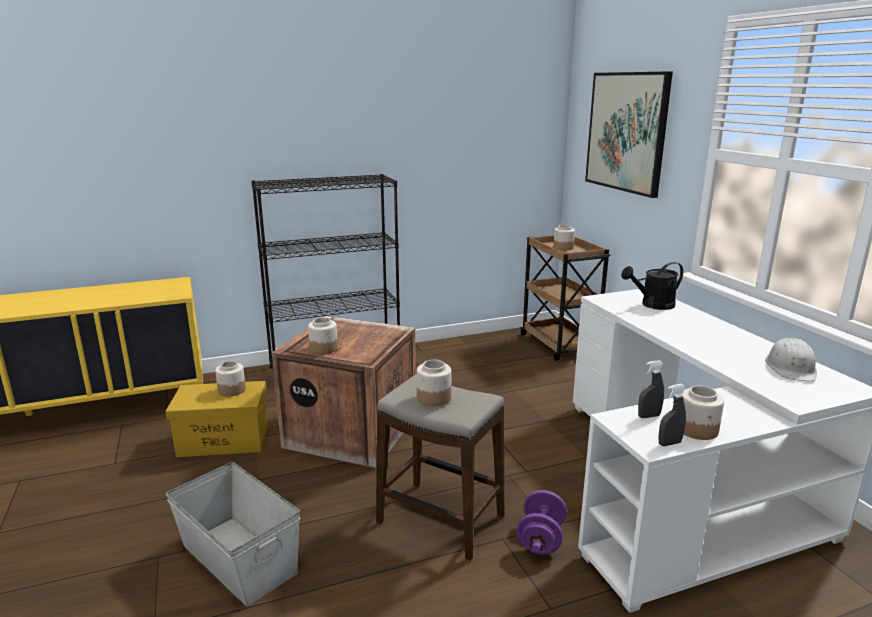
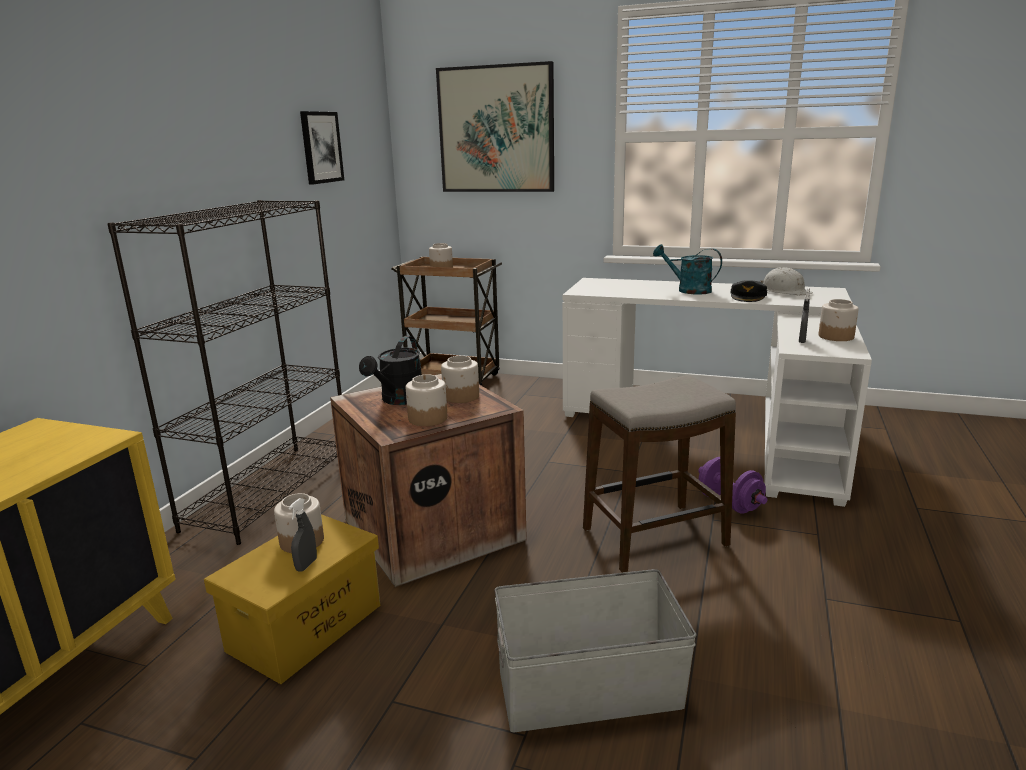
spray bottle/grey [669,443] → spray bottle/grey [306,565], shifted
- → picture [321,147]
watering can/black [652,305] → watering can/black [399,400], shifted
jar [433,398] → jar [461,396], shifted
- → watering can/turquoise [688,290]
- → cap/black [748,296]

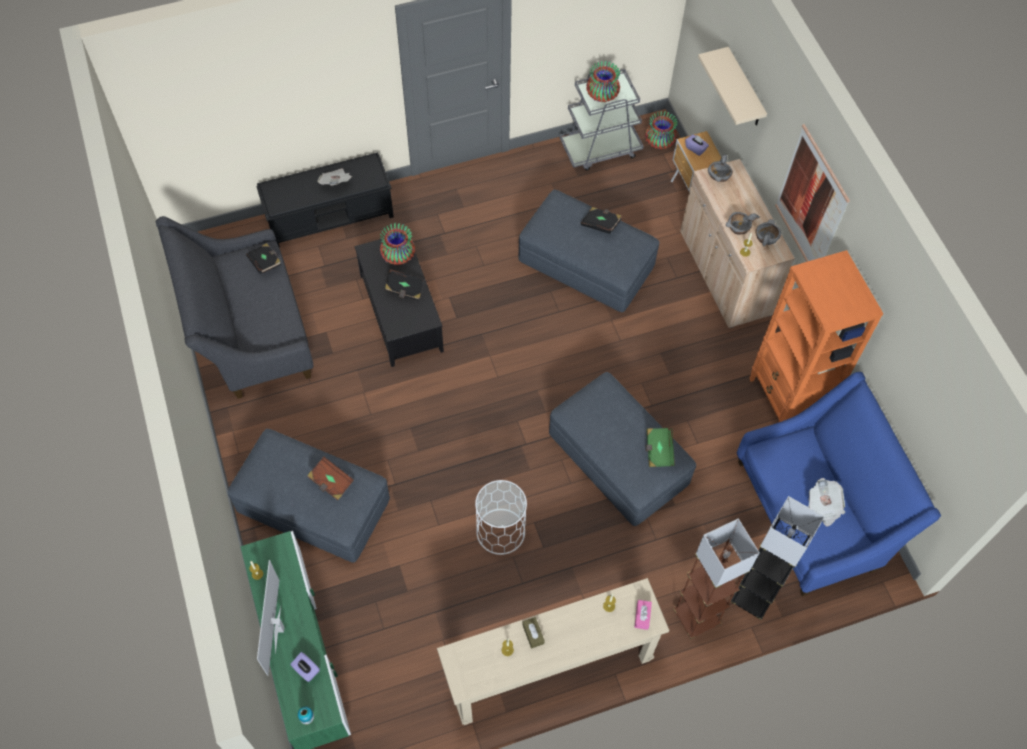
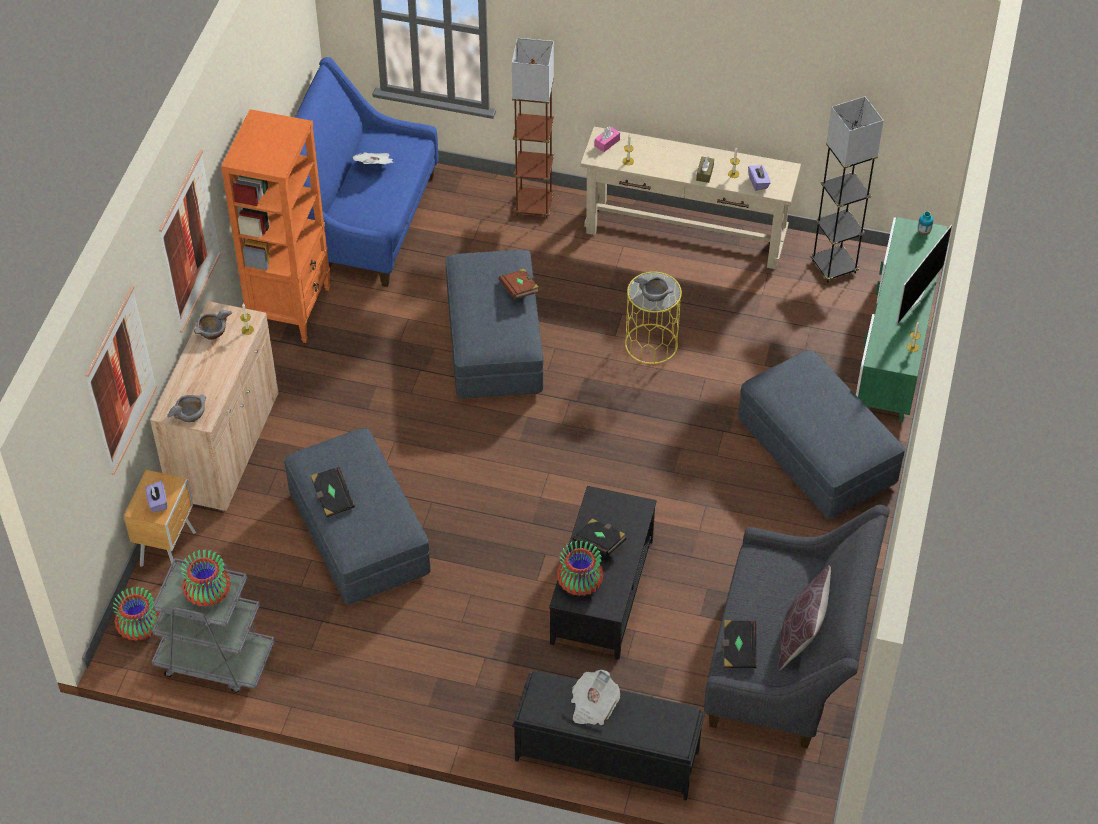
shelf/beige [744,89] → picture [121,380]
book/brown [331,482] → book/brown [520,290], shifted
side table/white [500,531] → side table/yellow [651,344]
bowl/grey [738,227] → bowl/grey [654,294], shifted
tissue box/purple [306,670] → tissue box/purple [758,183], shifted
- → pillow/brown [800,638]
floor lamp/grey [752,598] → floor lamp/grey [834,267], shifted
book/green [658,451] → -

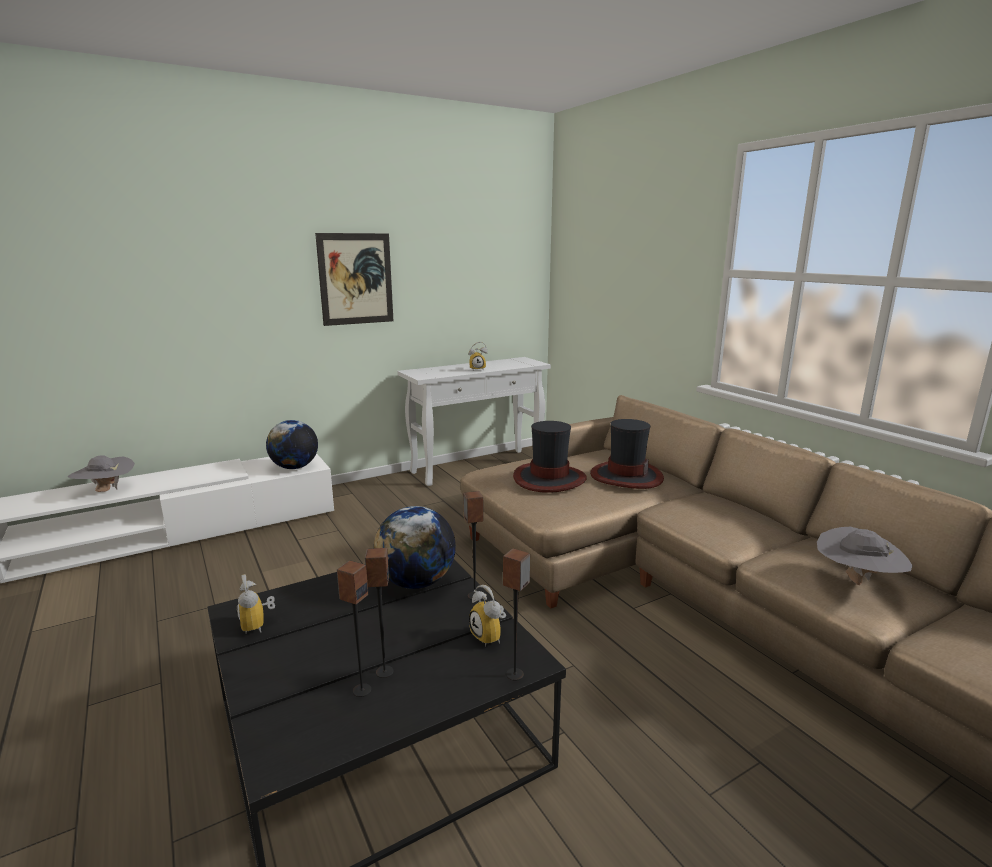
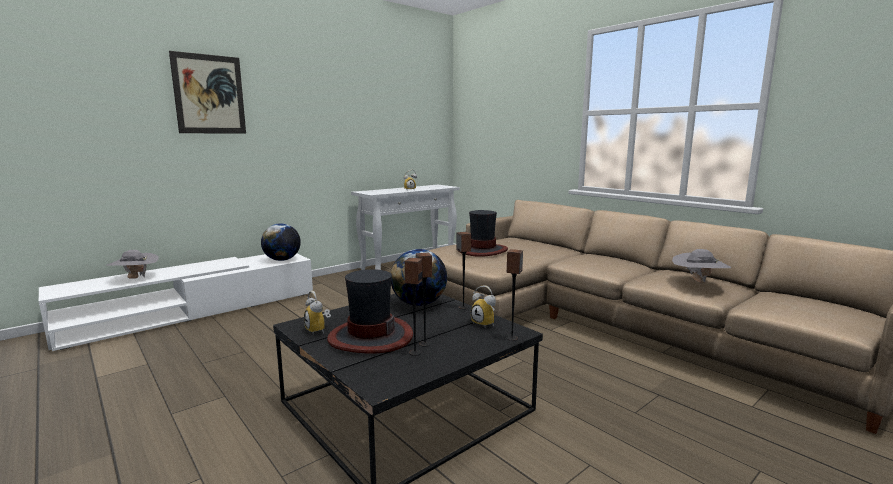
picture [356,279] → picture [209,94], shifted
hat [626,476] → hat [370,337], shifted

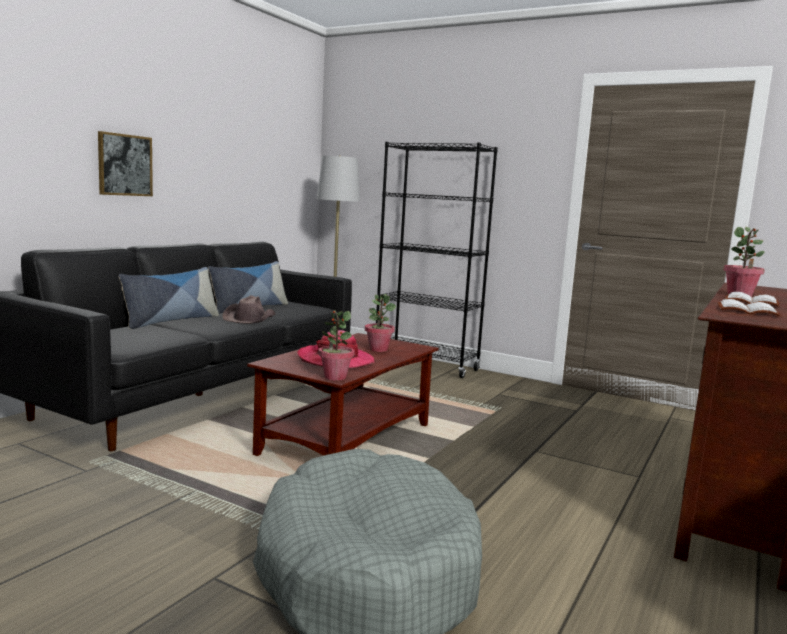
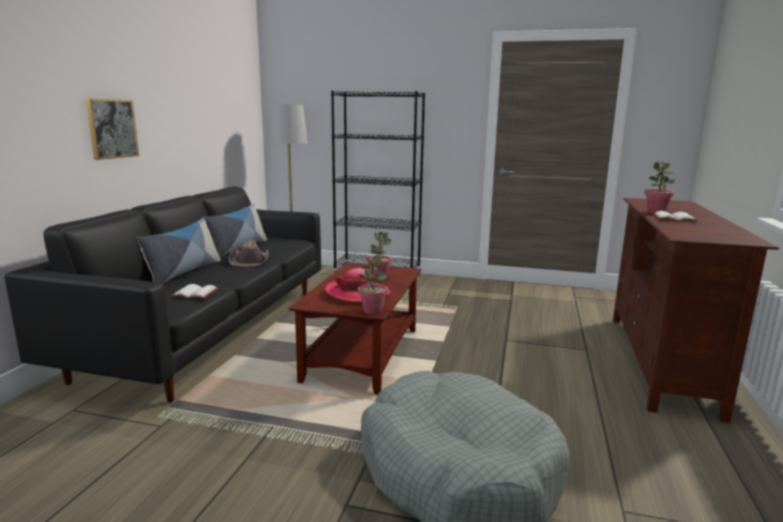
book/white [746,311] → book/white [194,294], shifted

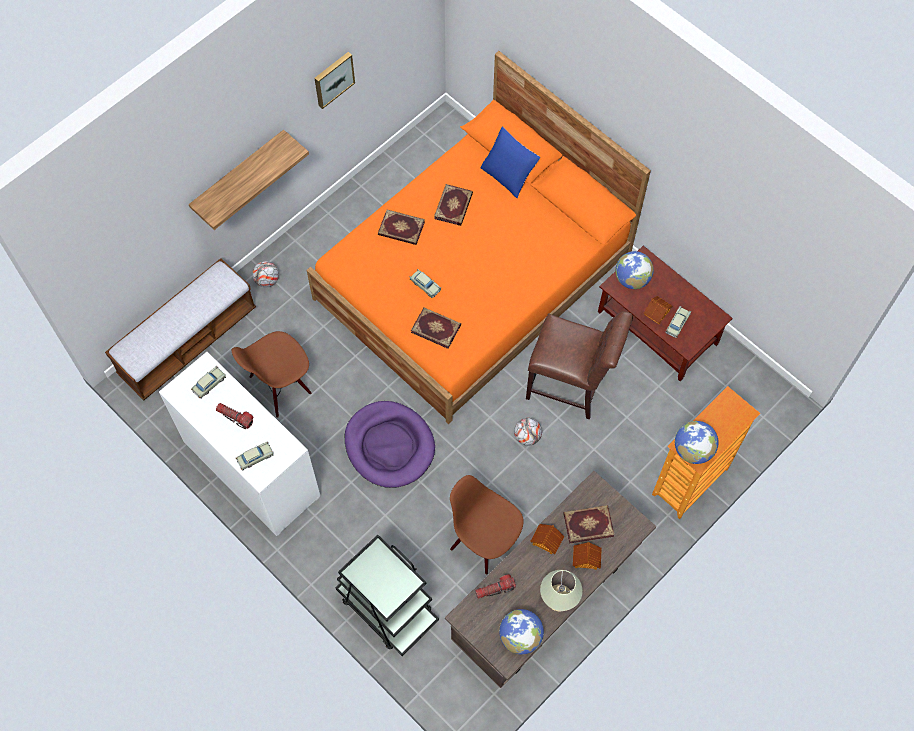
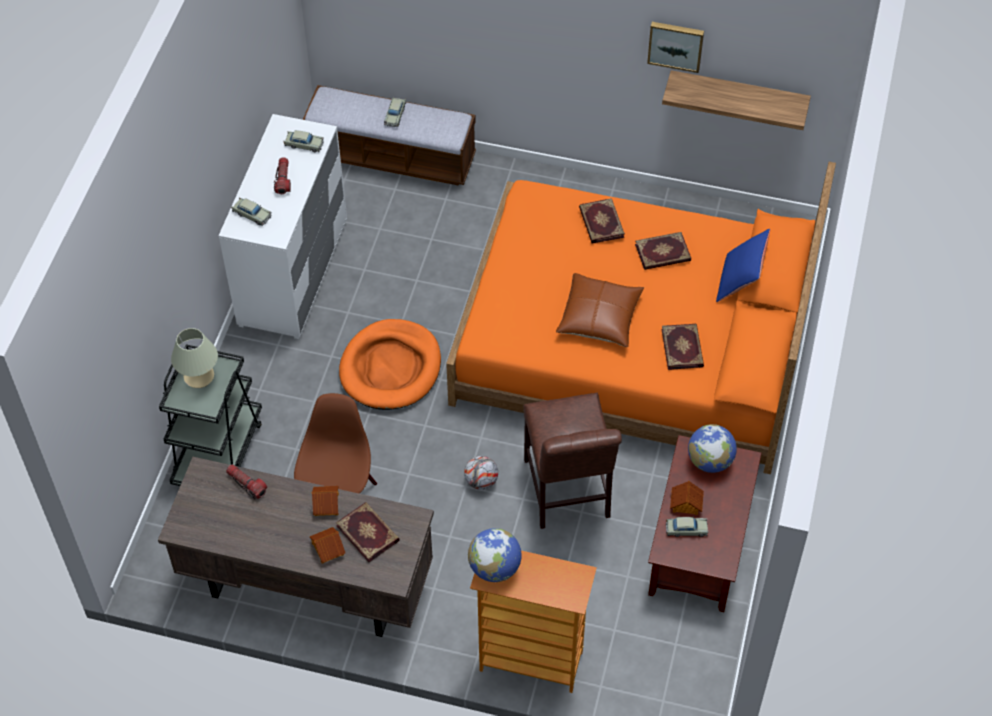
table lamp/beige [558,598] → table lamp/beige [199,376], shifted
dog bed/purple [389,446] → dog bed/orange [391,368]
toy car/beige [425,285] → toy car/beige [395,115], shifted
- → pillow/brown [599,317]
book [436,328] → book [683,348], shifted
shelf [239,175] → shelf [738,95], shifted
chair/brown [280,386] → -
football [267,280] → -
globe [520,637] → -

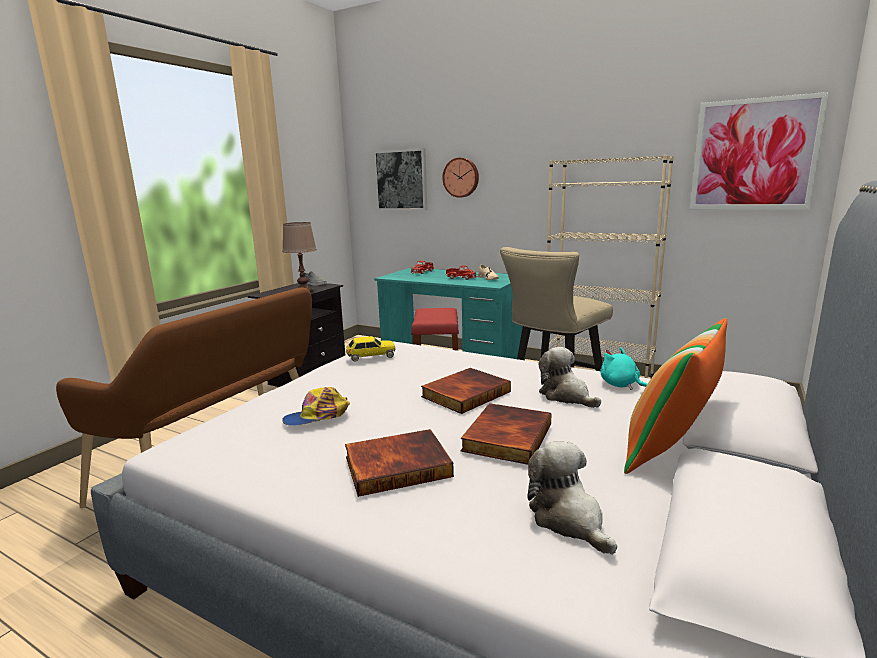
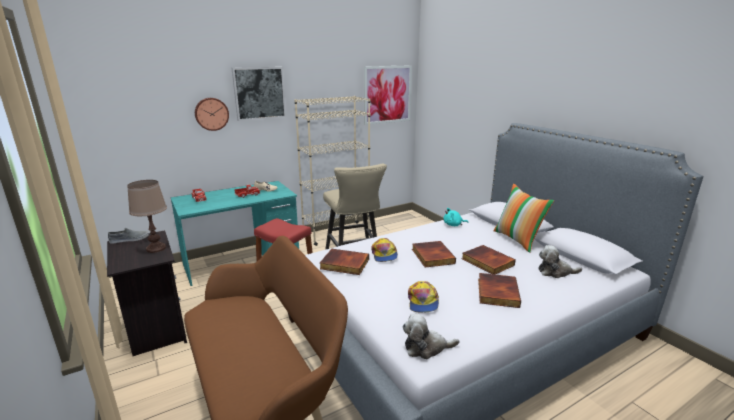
picture [401,180] → picture [259,93], shifted
toy car [371,356] → book [344,264]
- → cap [384,255]
plush toy [566,396] → plush toy [426,347], shifted

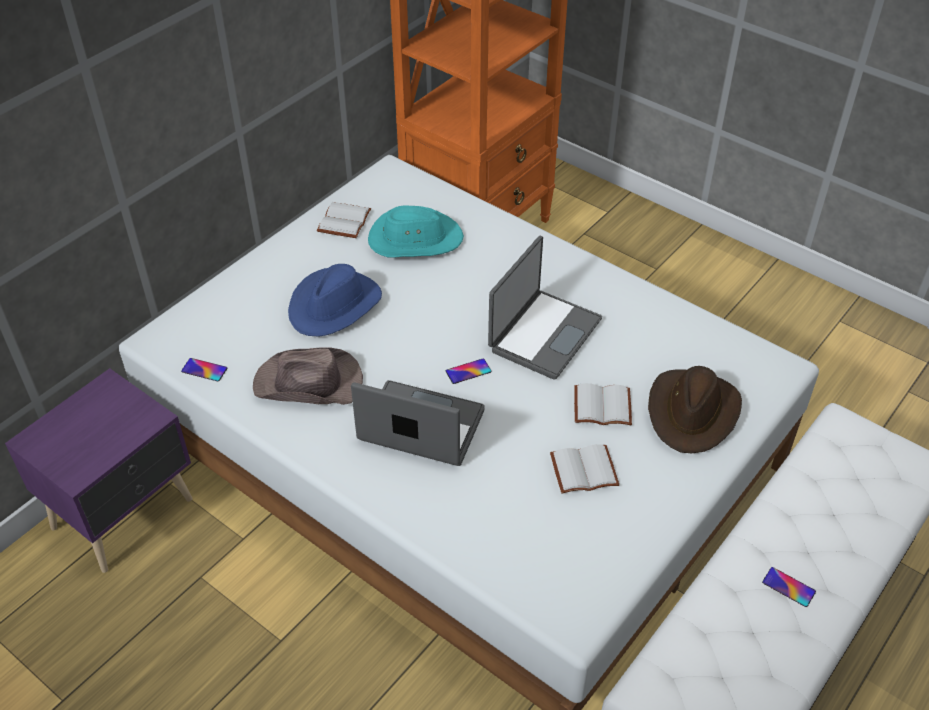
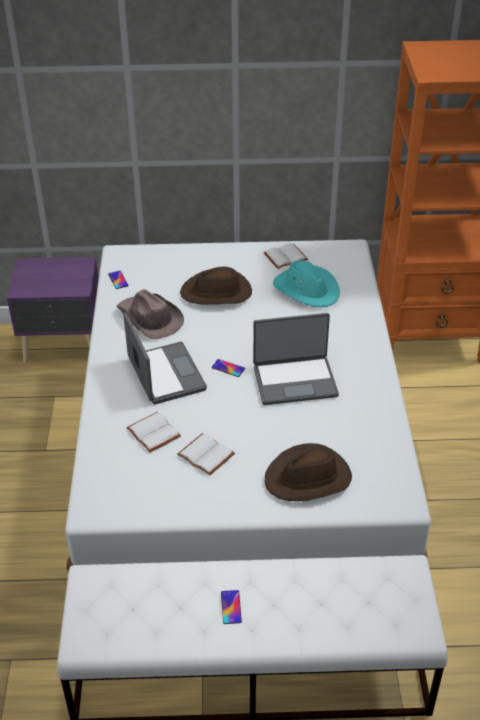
book/white [601,408] → book/white [152,433], shifted
hat/blue [335,305] → hat/brown [217,293]

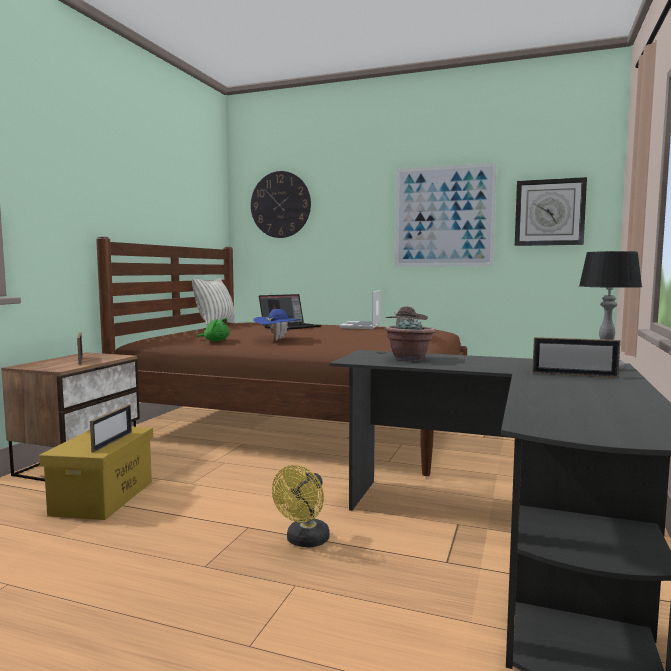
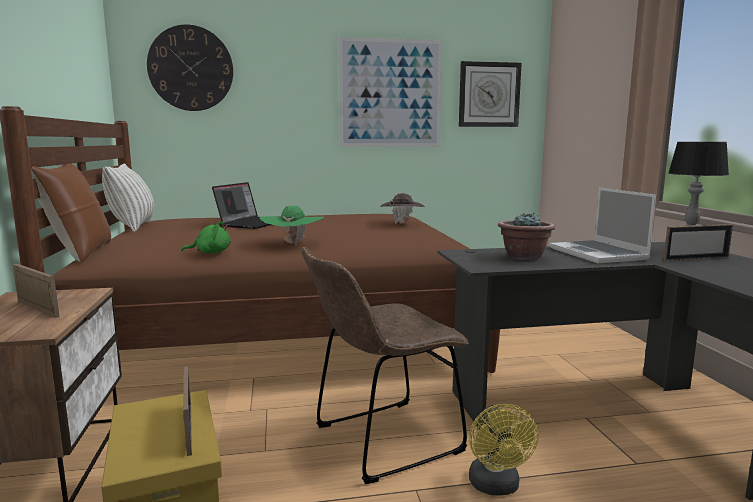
- → pillow/brown [80,253]
hat/blue [278,339] → hat/green [293,244]
- → chair/brown [381,441]
laptop [361,326] → laptop [599,254], shifted

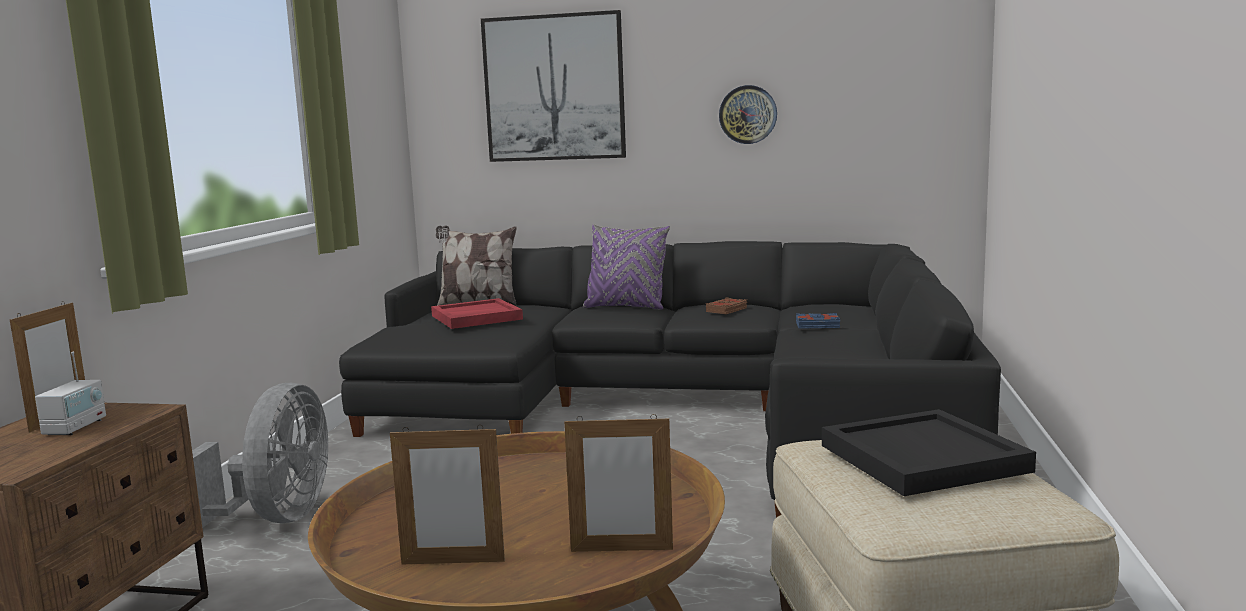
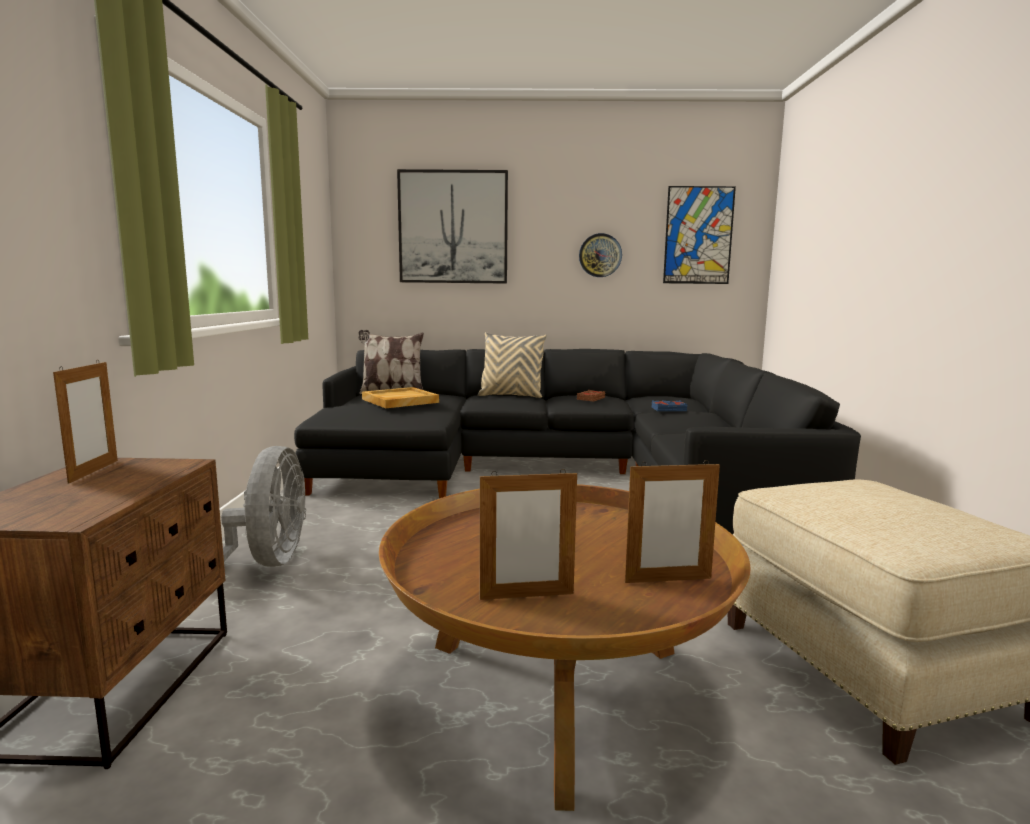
tray/red [476,318] → tray/beige [399,401]
pillow/purple [626,307] → pillow/beige [511,396]
- → picture [698,235]
radio [76,427] → -
tray/black [920,458] → -

